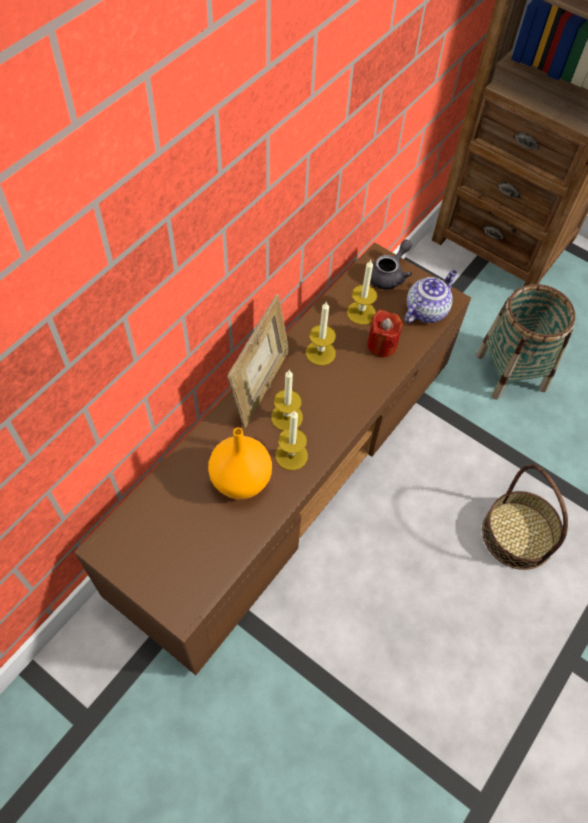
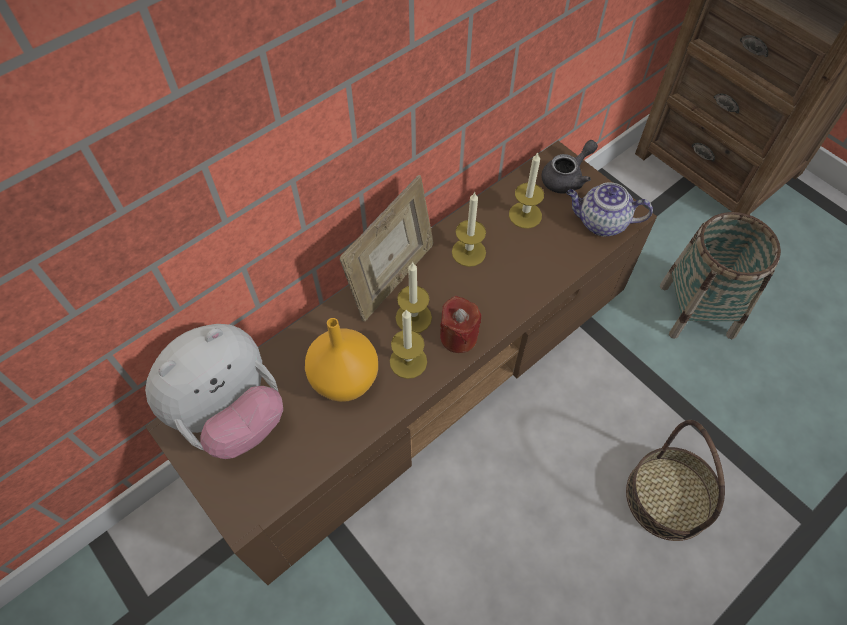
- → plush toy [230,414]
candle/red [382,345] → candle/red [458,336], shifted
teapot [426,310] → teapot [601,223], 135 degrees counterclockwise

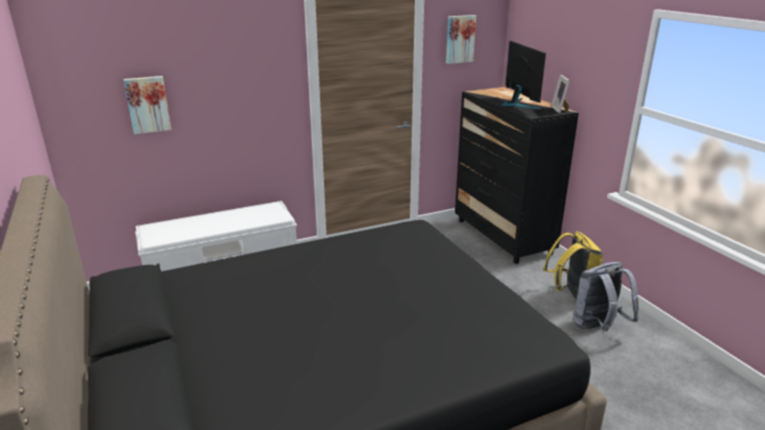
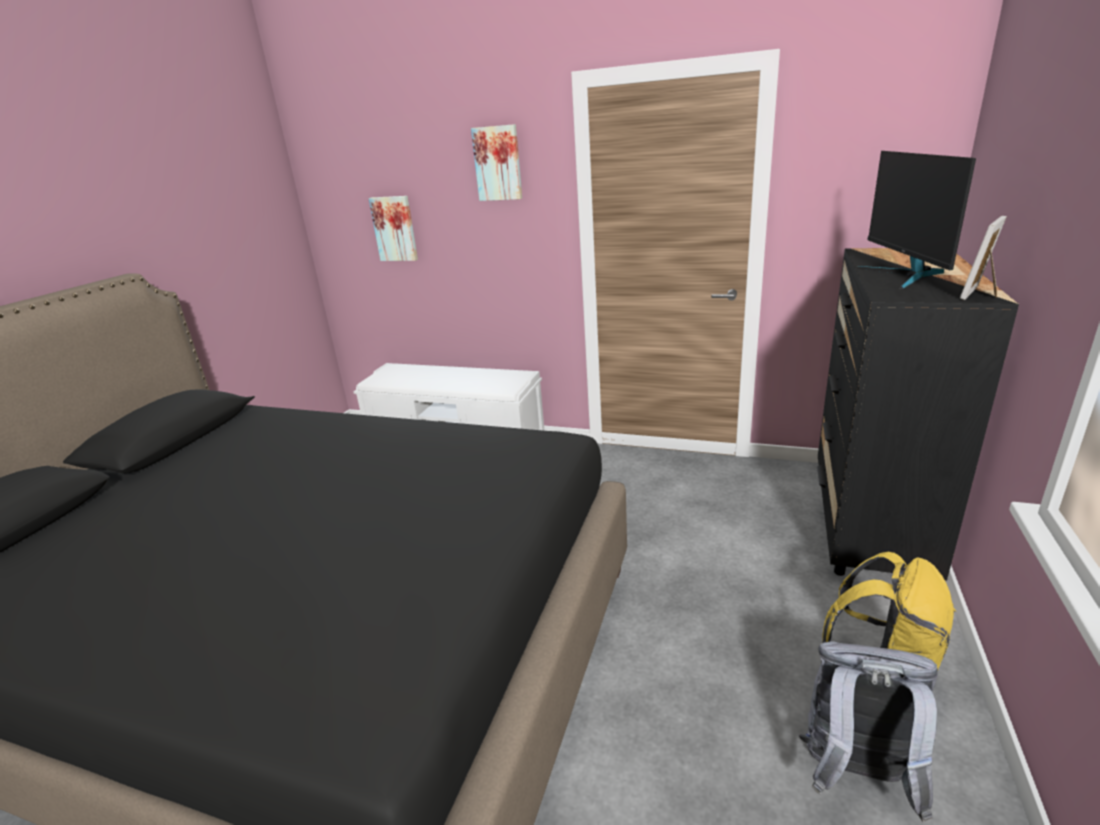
picture [459,39] → picture [498,163], shifted
monitor [518,104] → monitor [905,275], 150 degrees clockwise

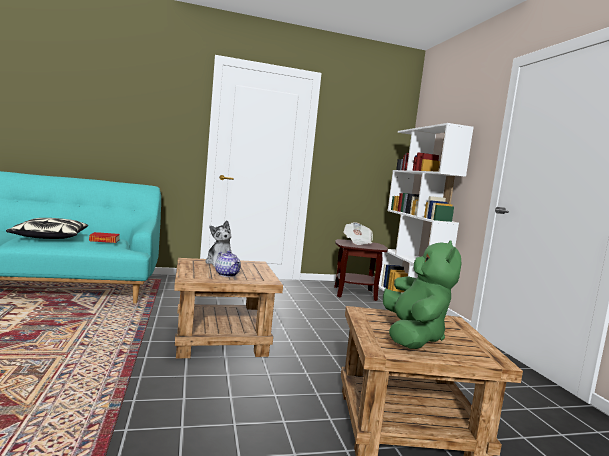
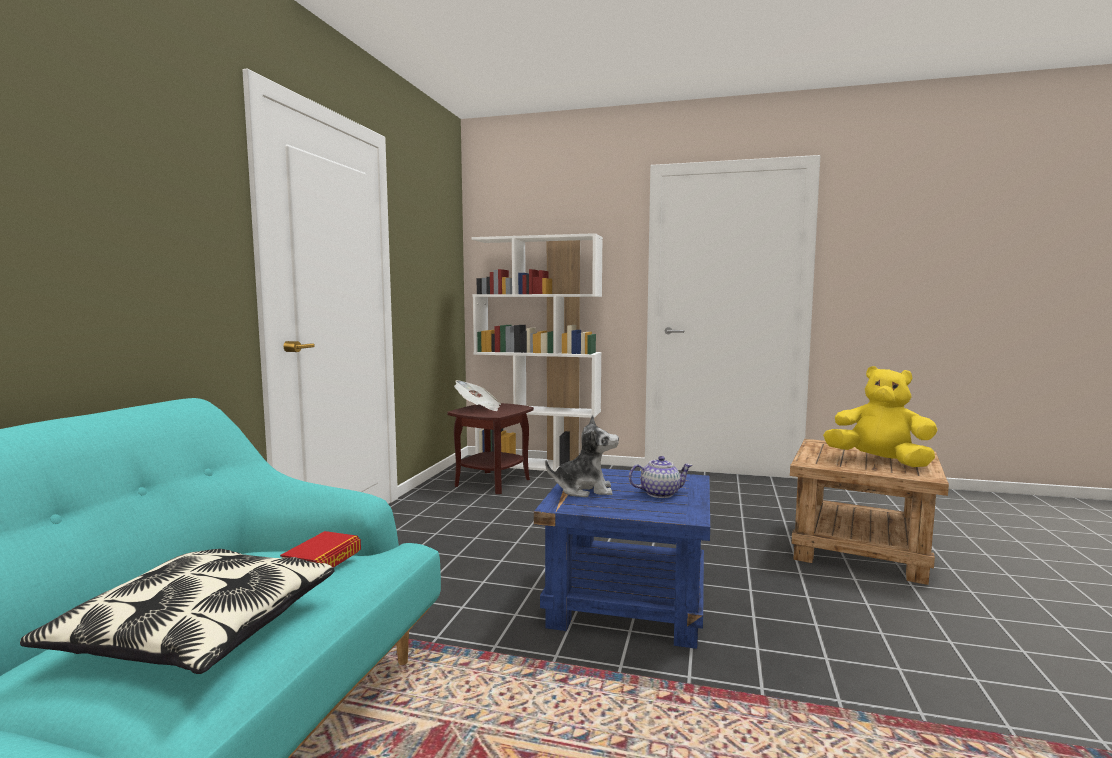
side table/brown [221,338] → side table/blue [626,600]
plush toy/green [412,336] → plush toy/yellow [879,461]

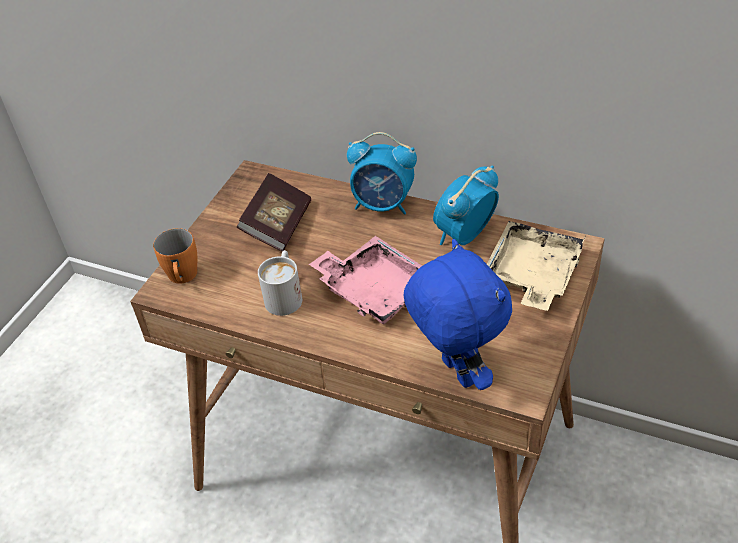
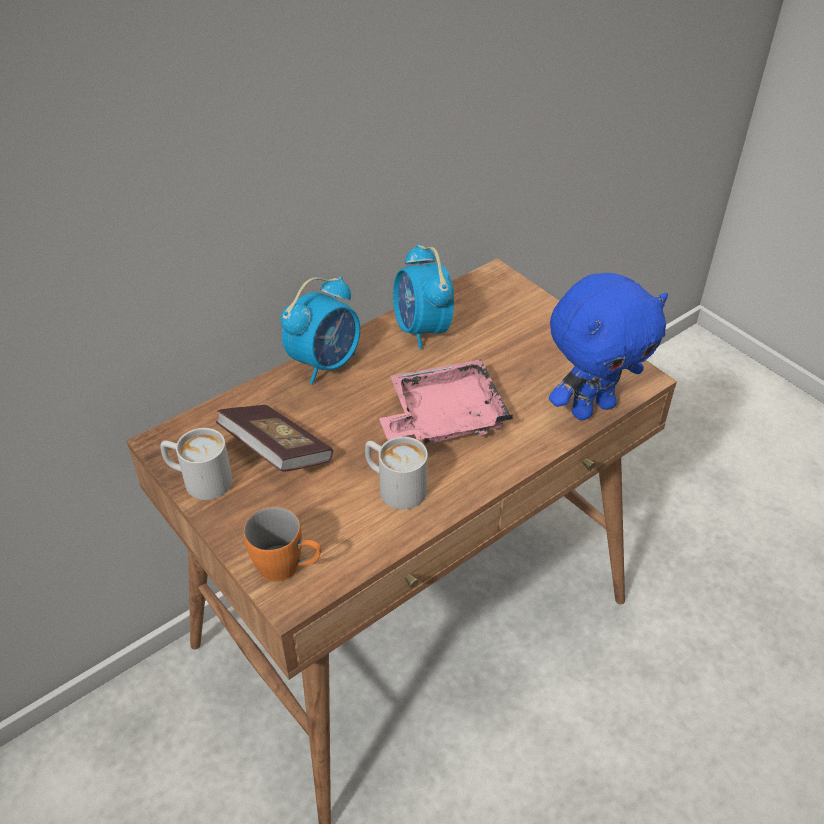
- → mug/white [199,480]
plush toy/blue [455,372] → plush toy/blue [591,408], 150 degrees clockwise
tray/beige [532,275] → -

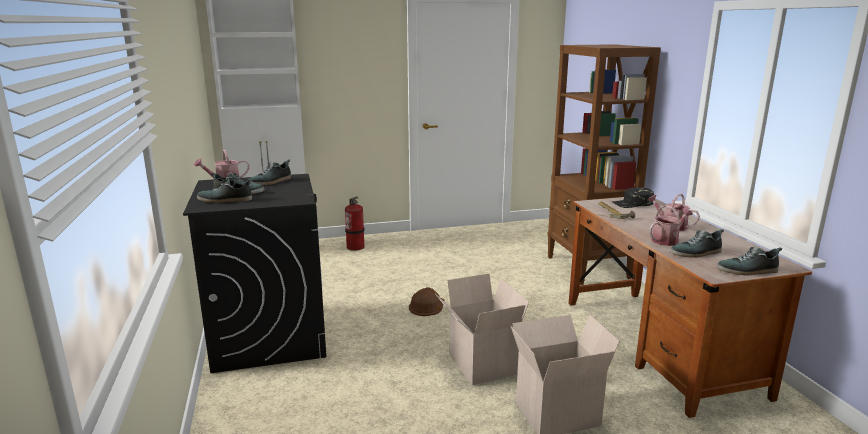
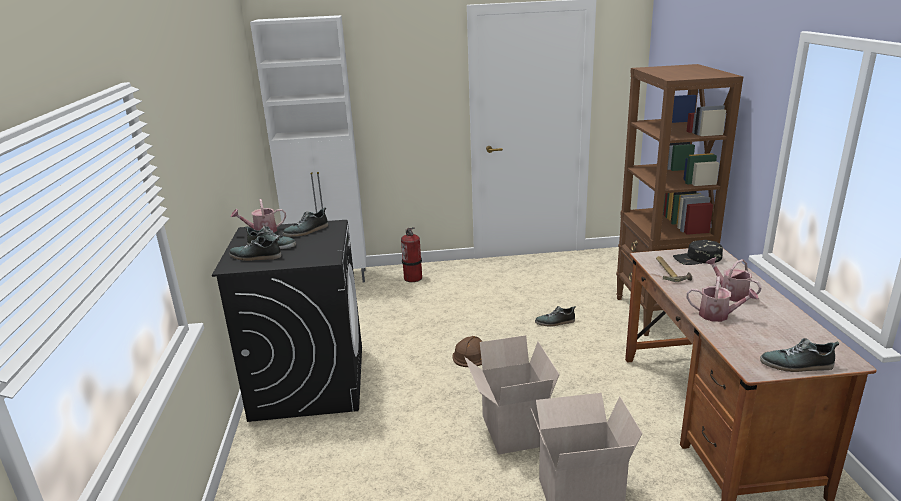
shoe [696,253] → shoe [555,322], shifted
watering can [667,240] → watering can [718,315], 45 degrees clockwise

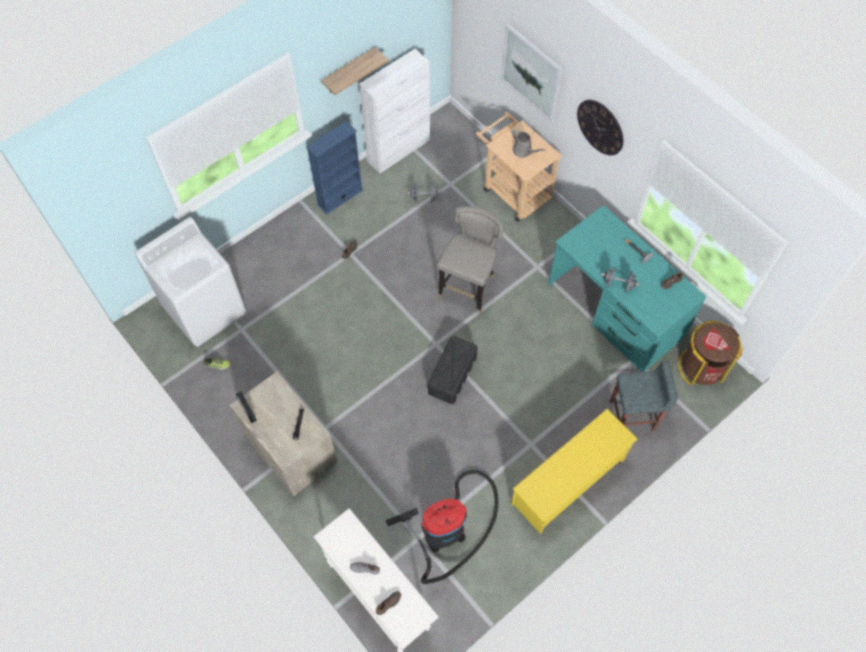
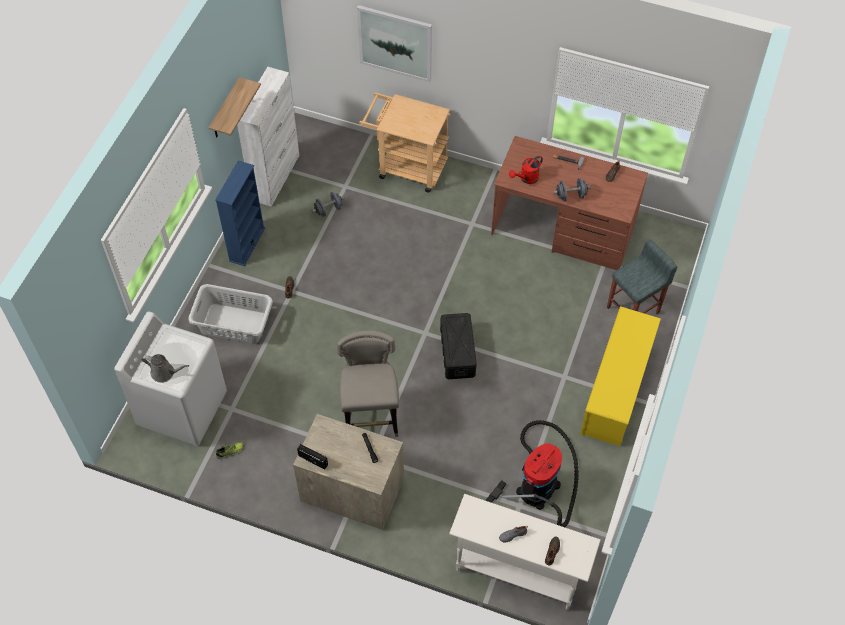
watering can/grey [523,151] → watering can/grey [165,373], shifted
- → laundry basket/grey [233,323]
stool/grey [468,287] → stool/grey [371,416], shifted
desk/turquoise [615,311] → desk/brown [563,230]
- → watering can/red [526,179]
wall clock [600,127] → -
trash can/brown [701,367] → -

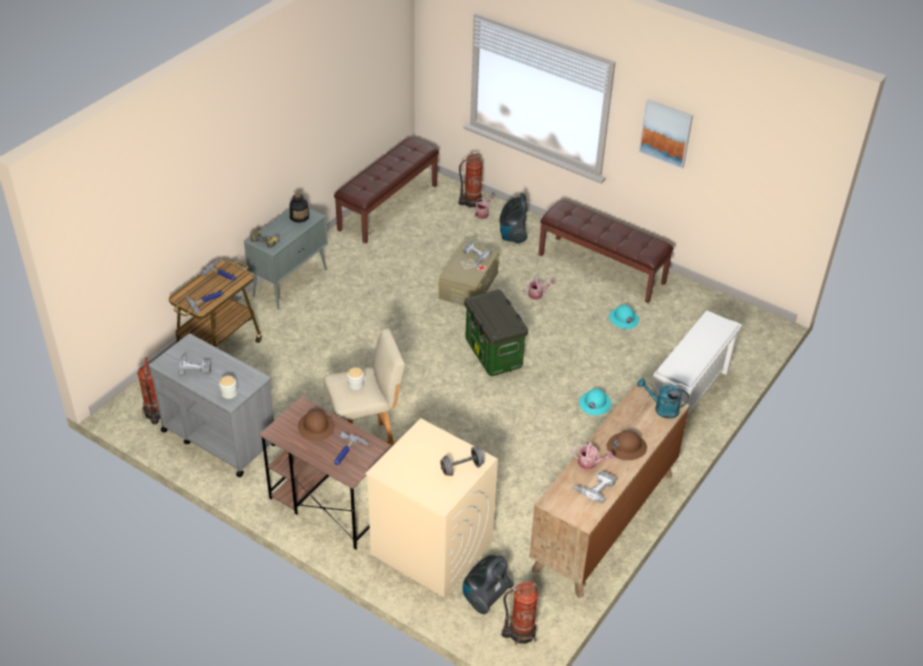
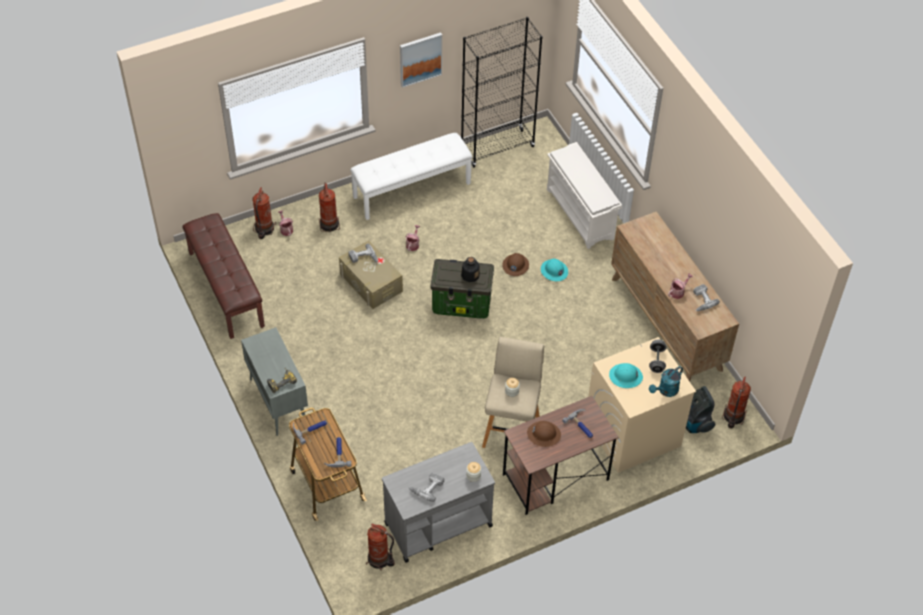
vacuum cleaner [512,235] → fire extinguisher [329,224]
bench/brown [602,268] → bench/white [411,189]
- → bookcase/black [497,148]
bottle [299,217] → bottle [470,275], shifted
hard hat/brown [626,447] → hard hat/brown [515,265], shifted
hard hat/turquoise [623,319] → hard hat/turquoise [625,376], shifted
watering can/turquoise [662,409] → watering can/turquoise [665,391], shifted

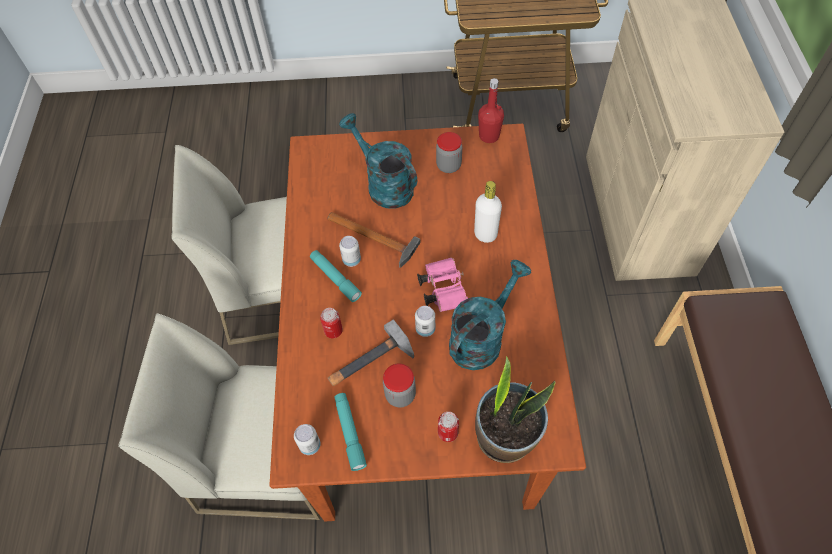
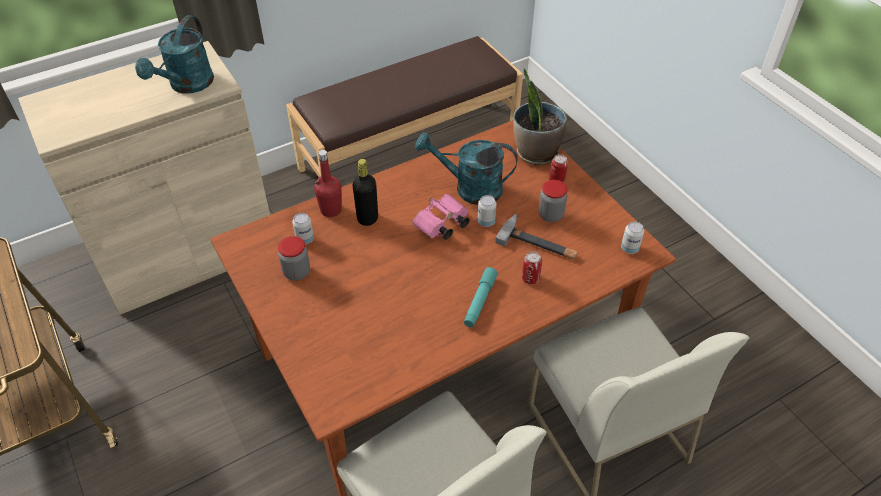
watering can/turquoise [384,185] → watering can/turquoise [187,85], shifted
can [351,260] → can [305,239], shifted
bottle/red [489,136] → bottle/red [331,210], shifted
bottle/white [485,234] → bottle/black [367,218]
hammer [375,239] → -
flashlight/turquoise [350,433] → -

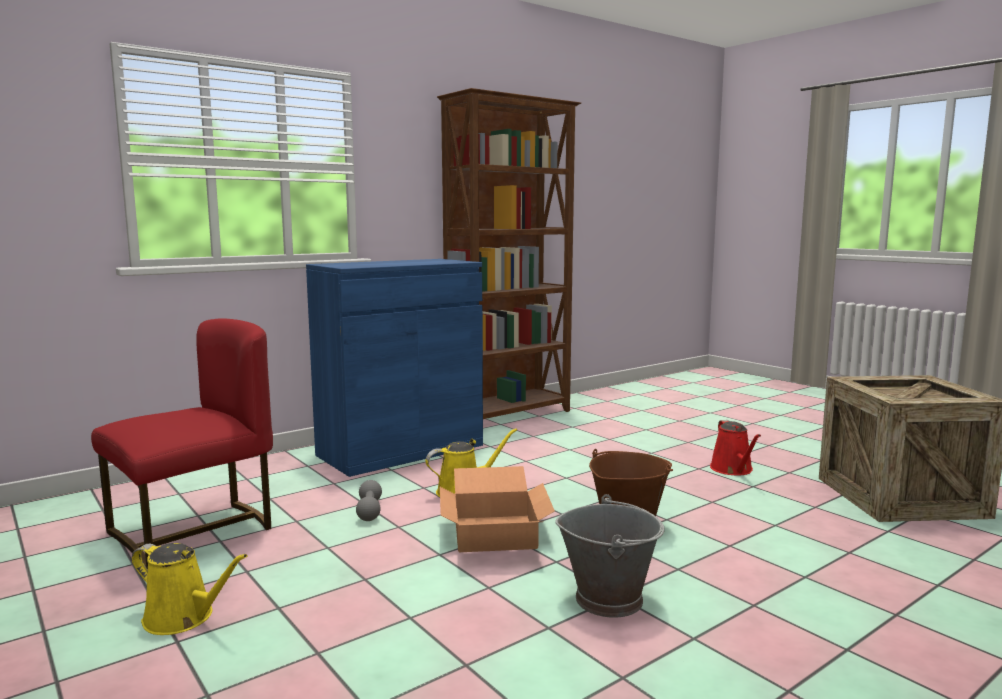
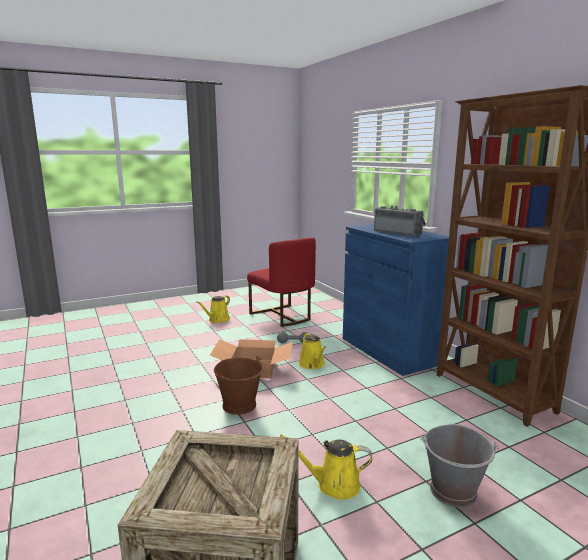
watering can/red [733,470] → watering can/yellow [334,485]
- → radio [398,232]
bucket/grey [609,599] → bucket/grey [454,491], shifted

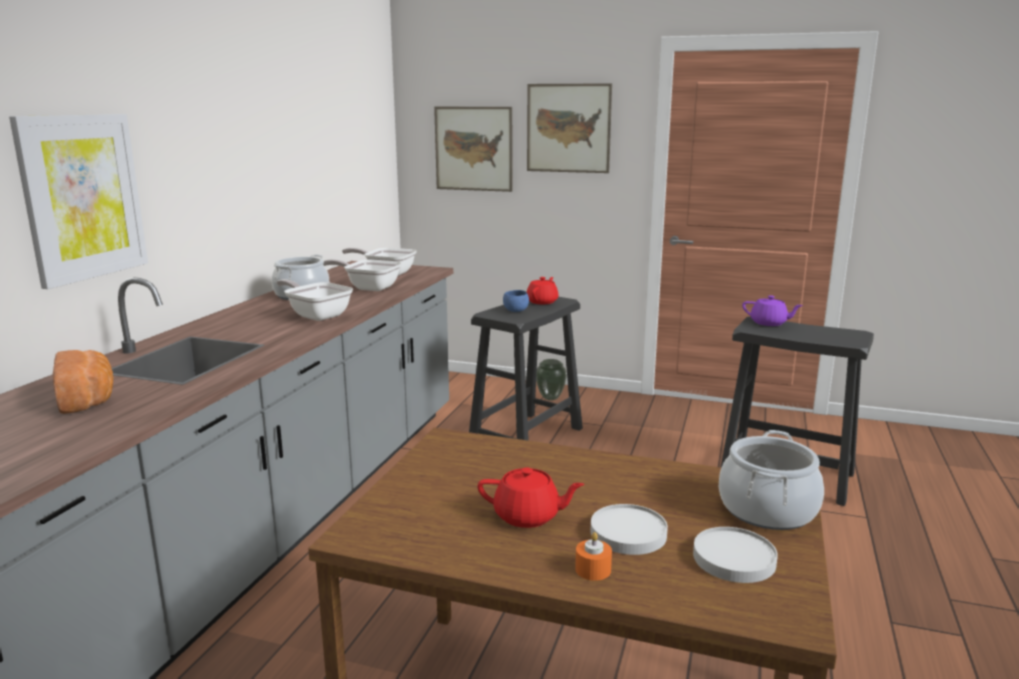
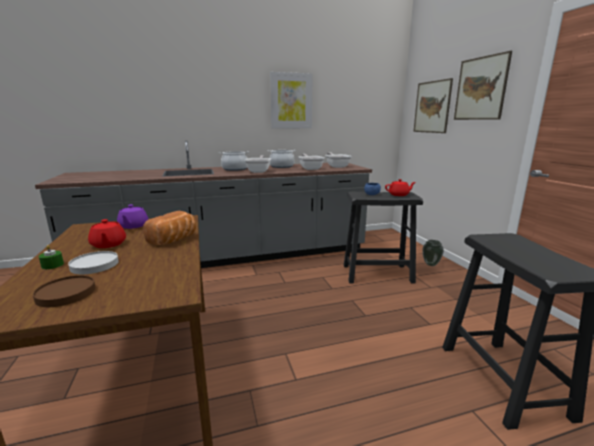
plate/white [734,559] → plate/brown [66,294]
candle/orange [593,569] → candle/green [52,265]
teapot/purple [769,323] → teapot/purple [133,226], shifted
bread [88,399] → bread [174,240], shifted
cooking pot [767,509] → cooking pot [234,169], shifted
picture [82,197] → picture [291,101], shifted

